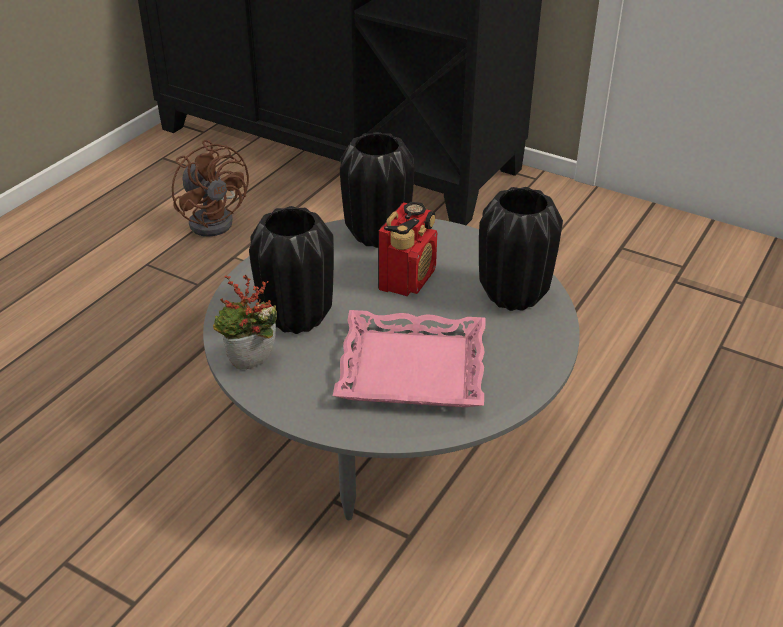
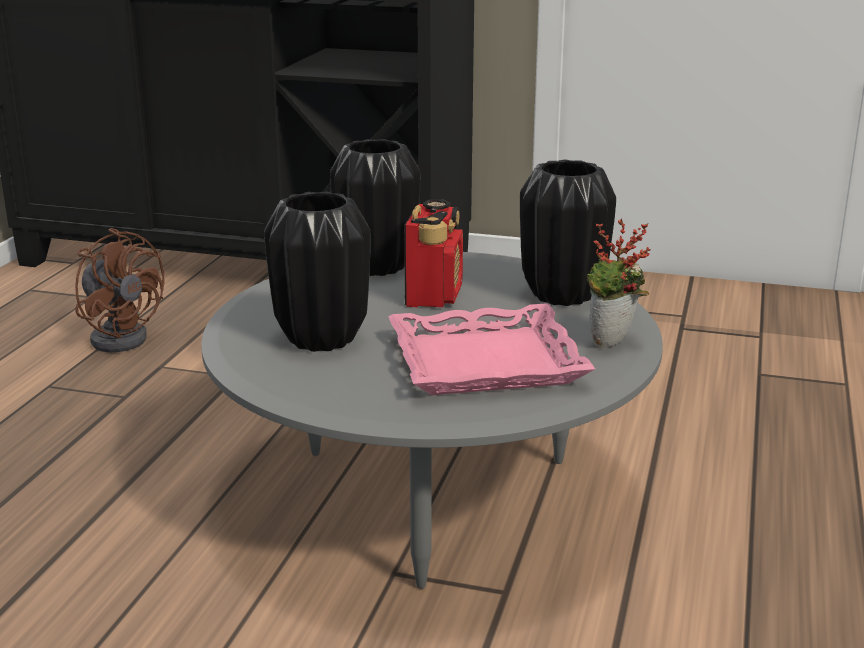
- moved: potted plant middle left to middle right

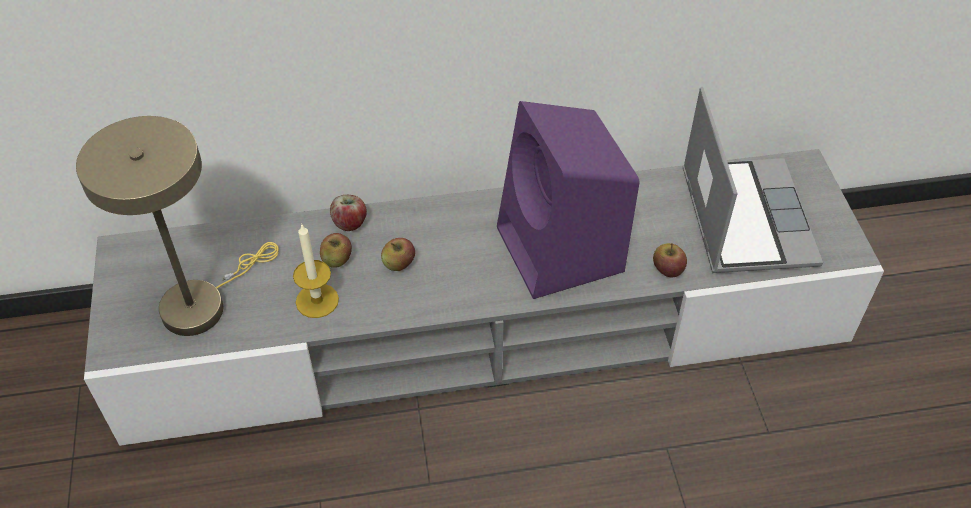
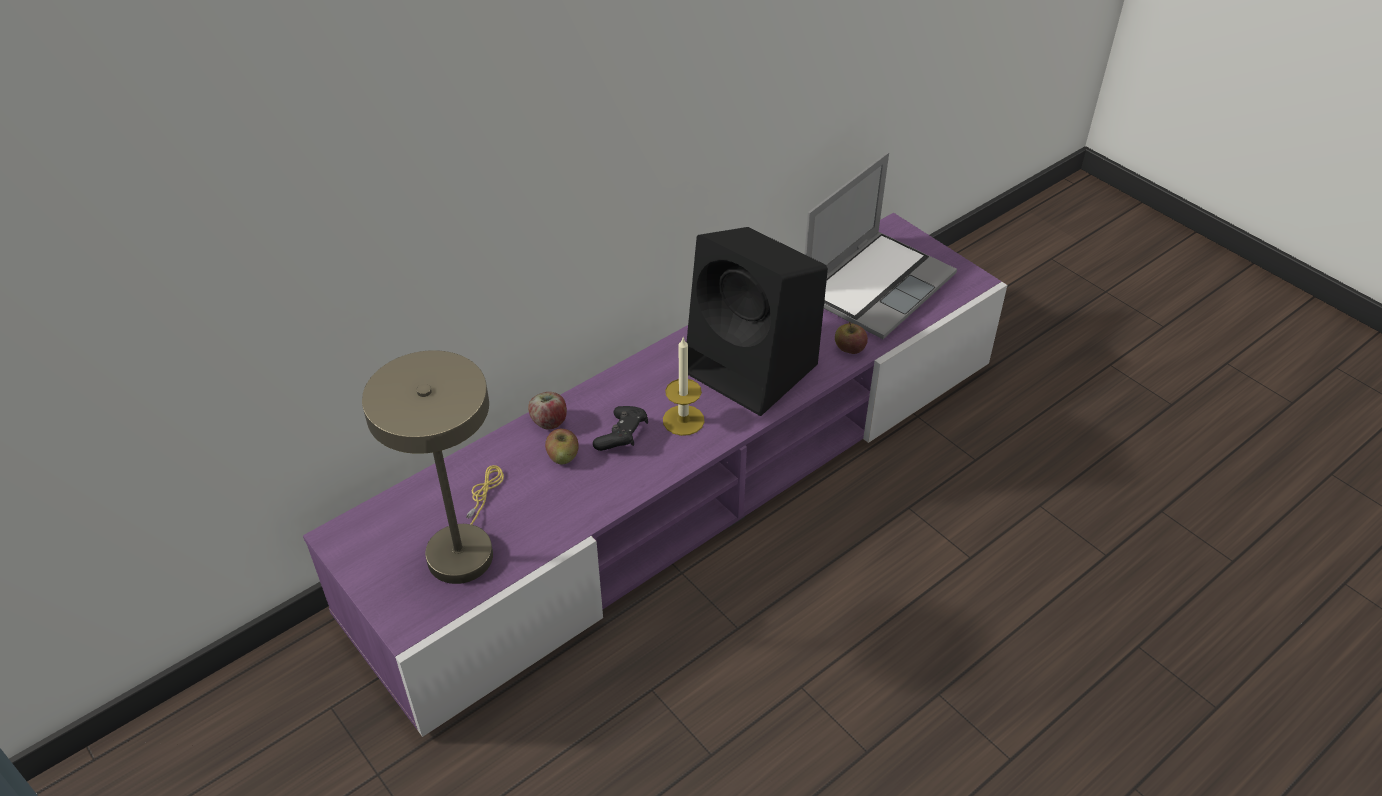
- moved: candle middle left to centre
- replaced: apple (3rd from left) centre to black game controller centre
- recoloured: grey tv stand centre to purple tv stand centre
- recoloured: purple speaker centre to black speaker centre
- turned: laptop middle right = top centre 75 degrees clockwise

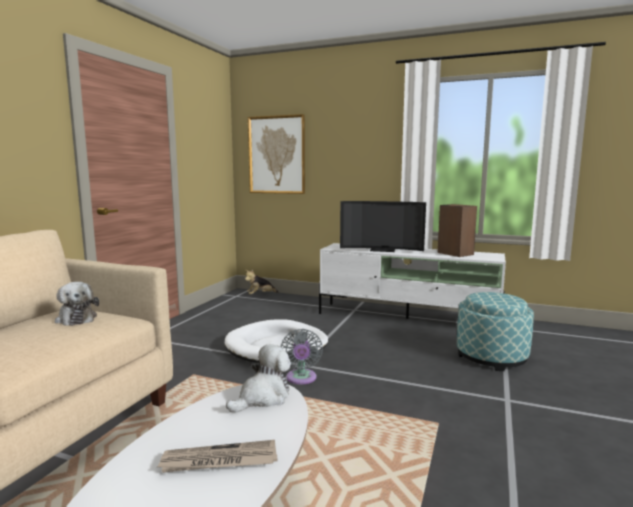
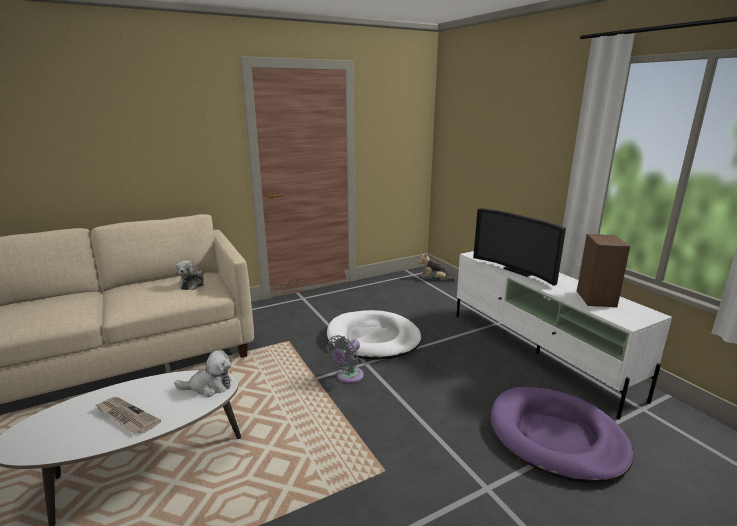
- removed: picture top centre
- replaced: ottoman middle right to purple dog bed bottom right

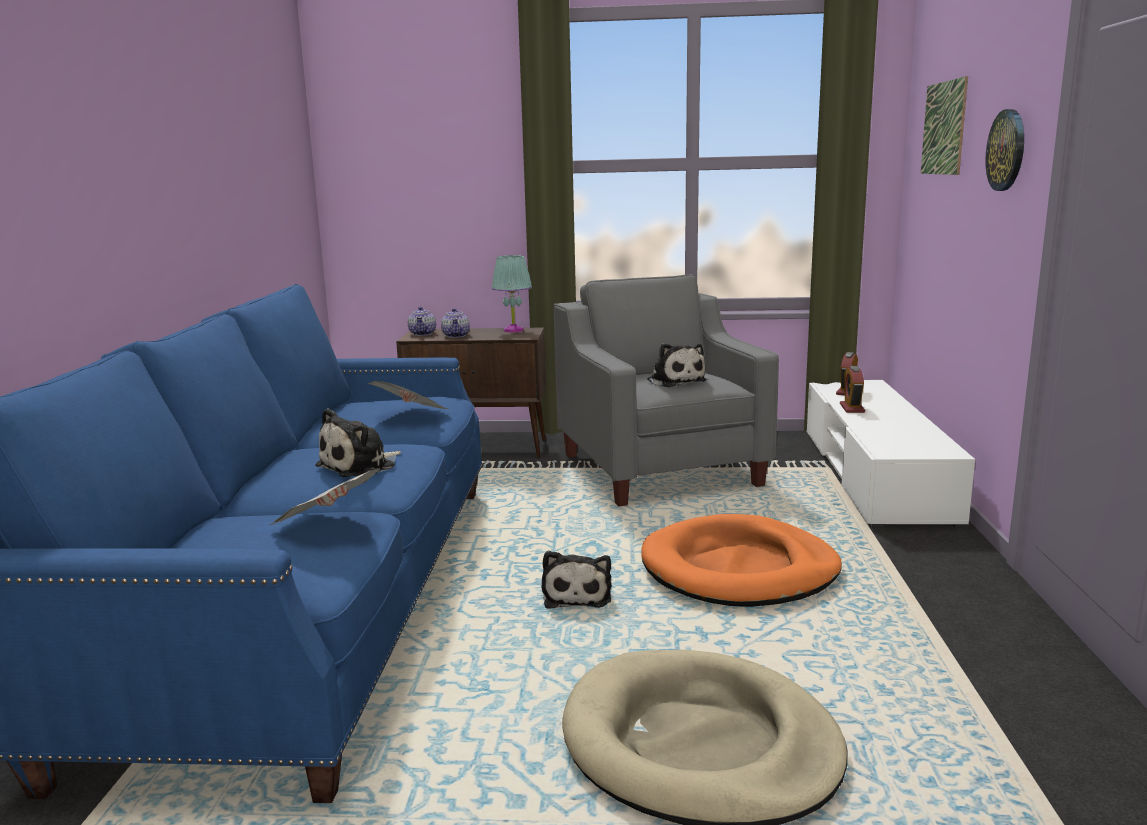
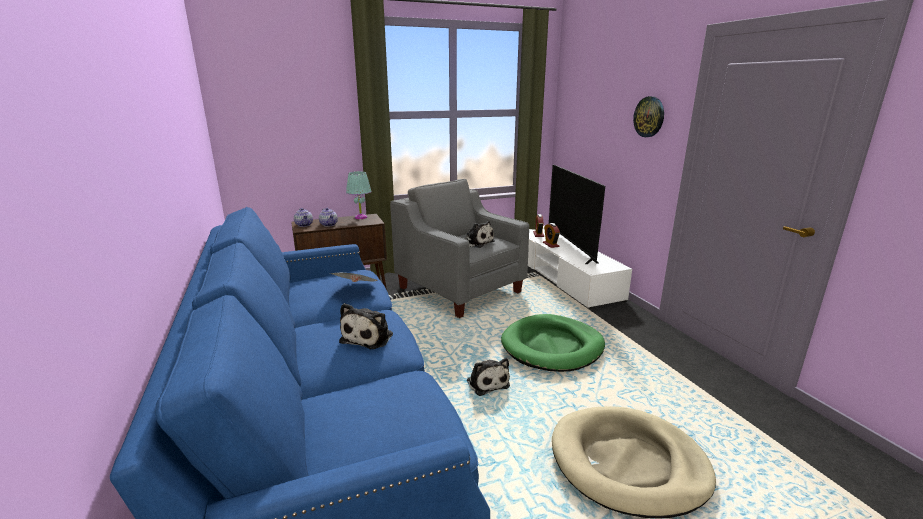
- removed: newspaper (1st from left) middle left
- removed: picture top right
- added: television centre
- recoloured: orange dog bed bottom centre to green dog bed centre

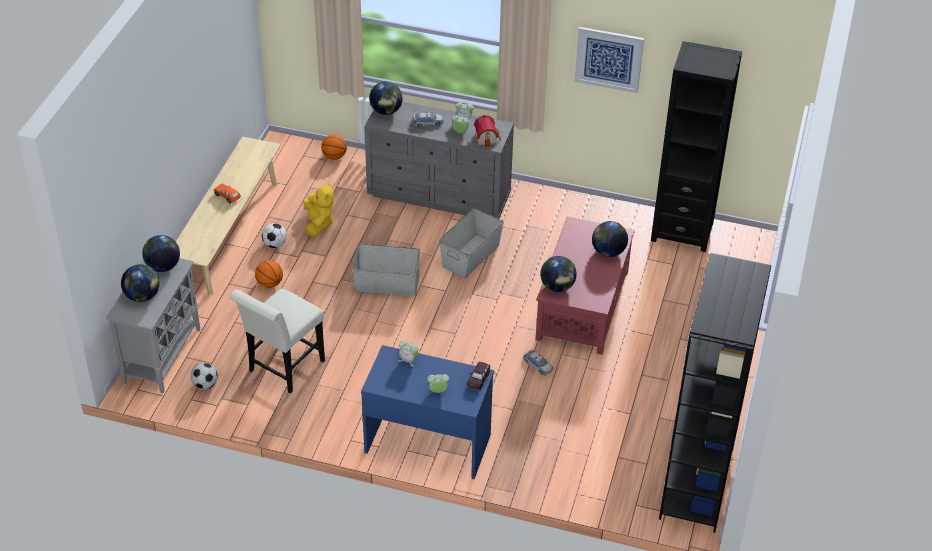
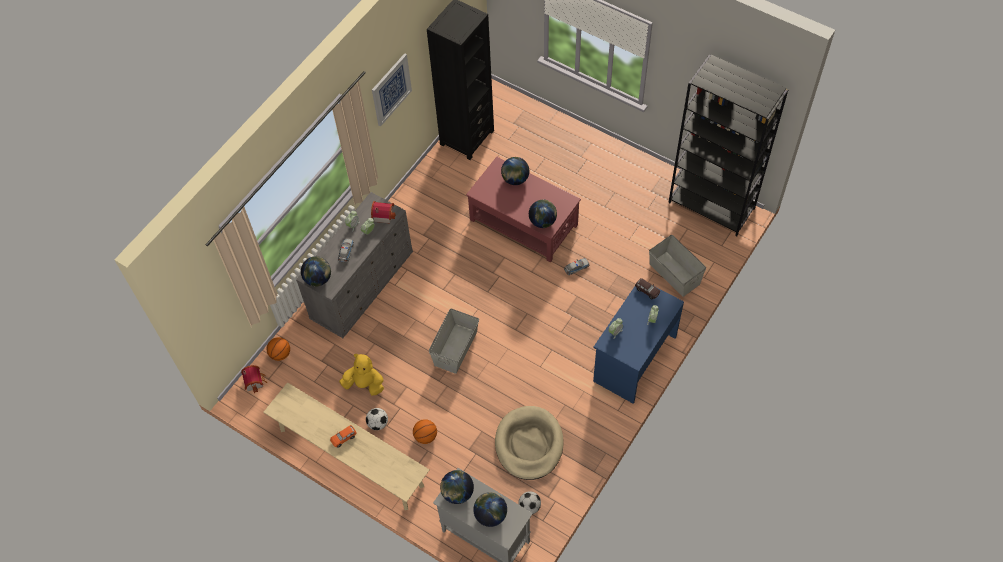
- added: toy house (1st from left) bottom left
- moved: grey storage box (2nd from left) centre to middle right
- replaced: white chair middle left to beige dog bed bottom centre

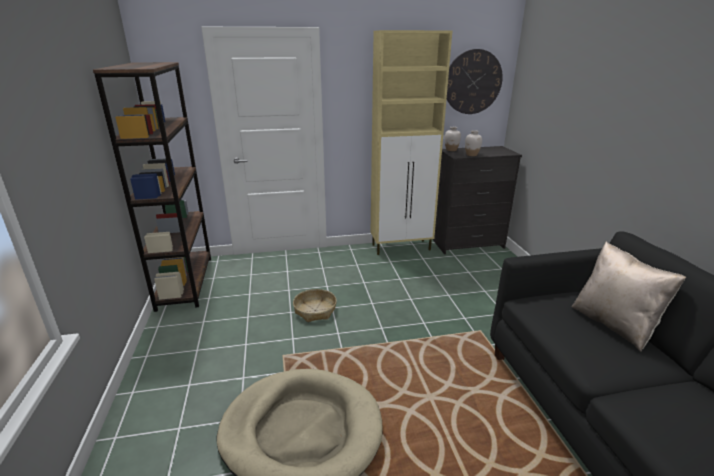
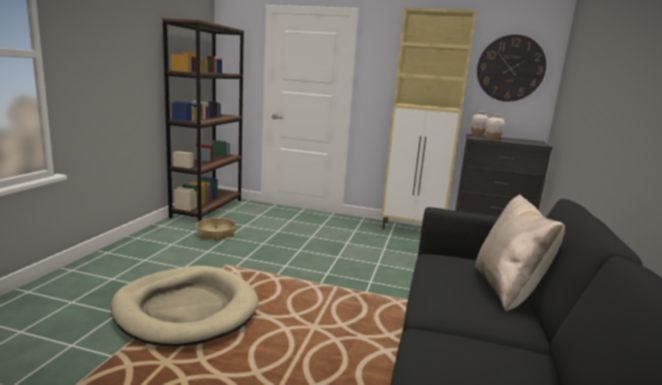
- moved: basket centre to middle left

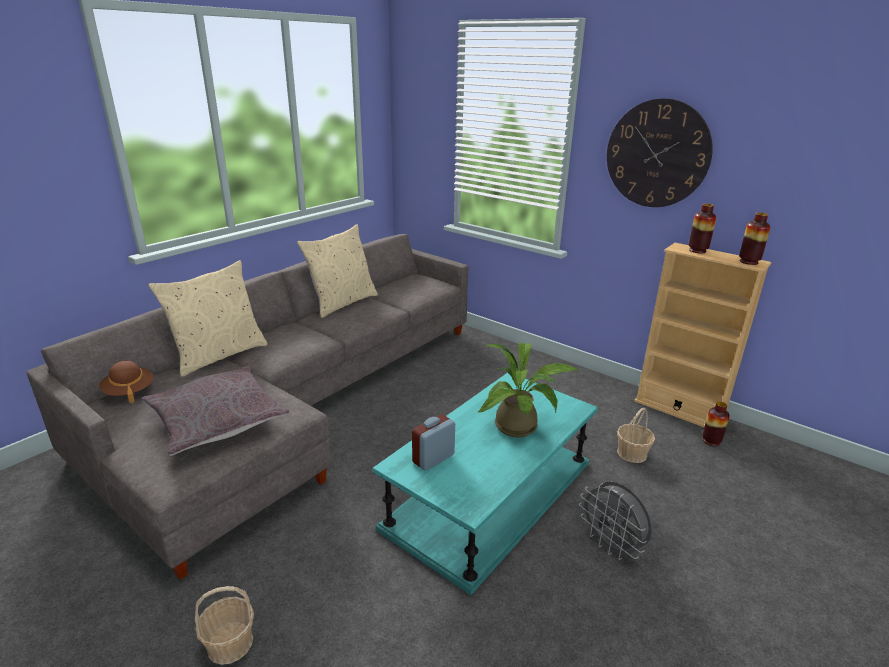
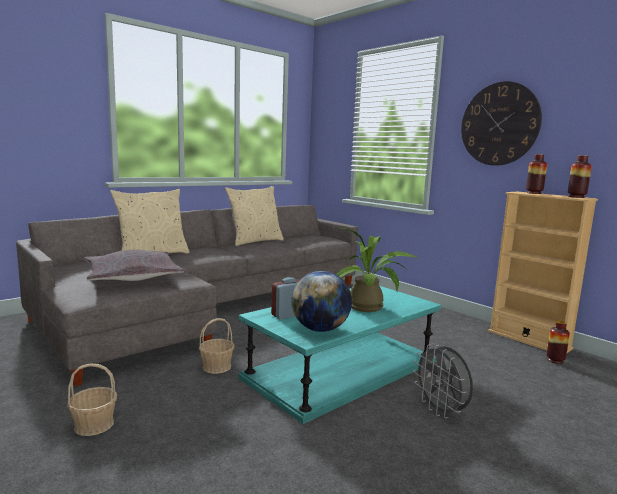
- removed: brown hat middle left
- added: globe centre
- moved: basket (2nd from left) middle right to bottom centre

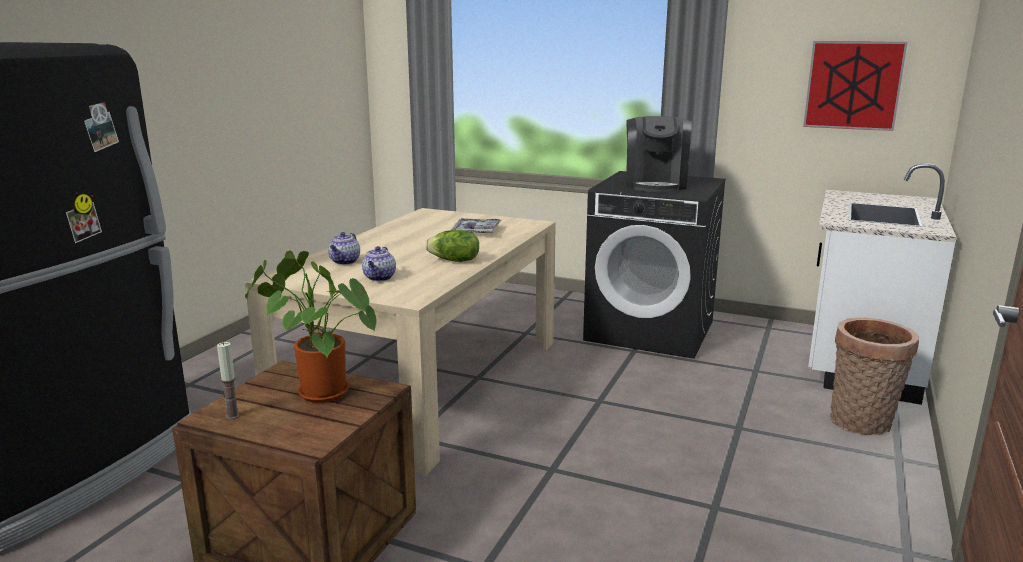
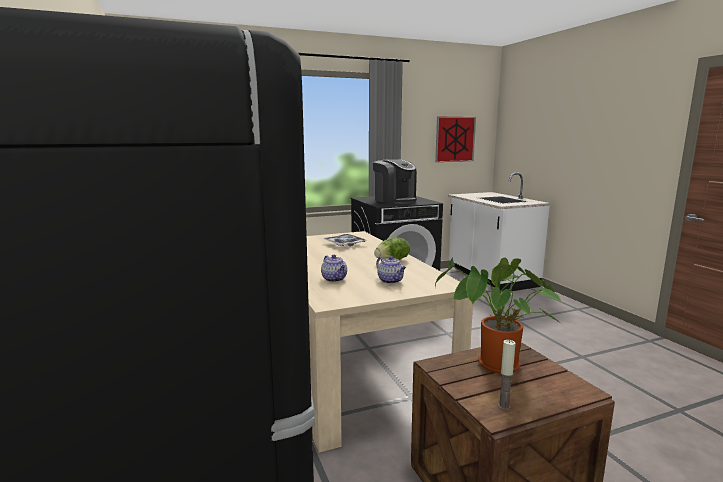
- removed: basket bottom right

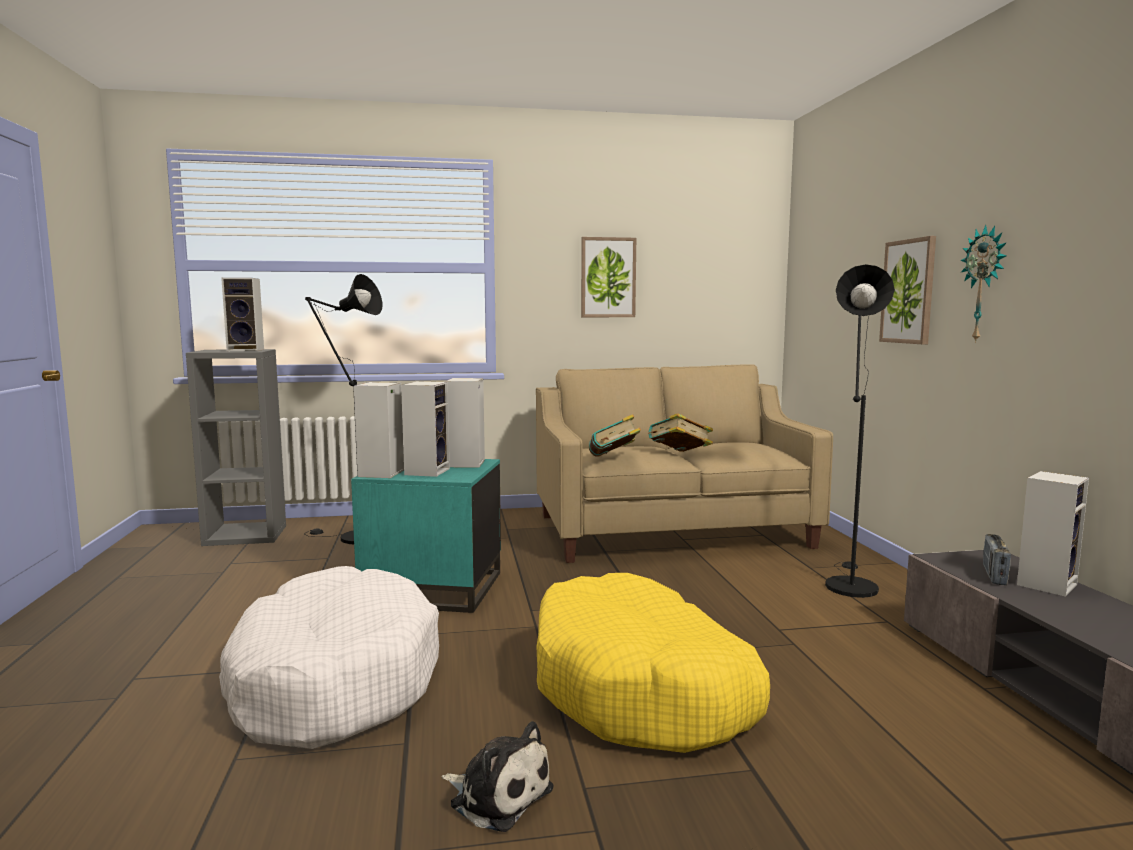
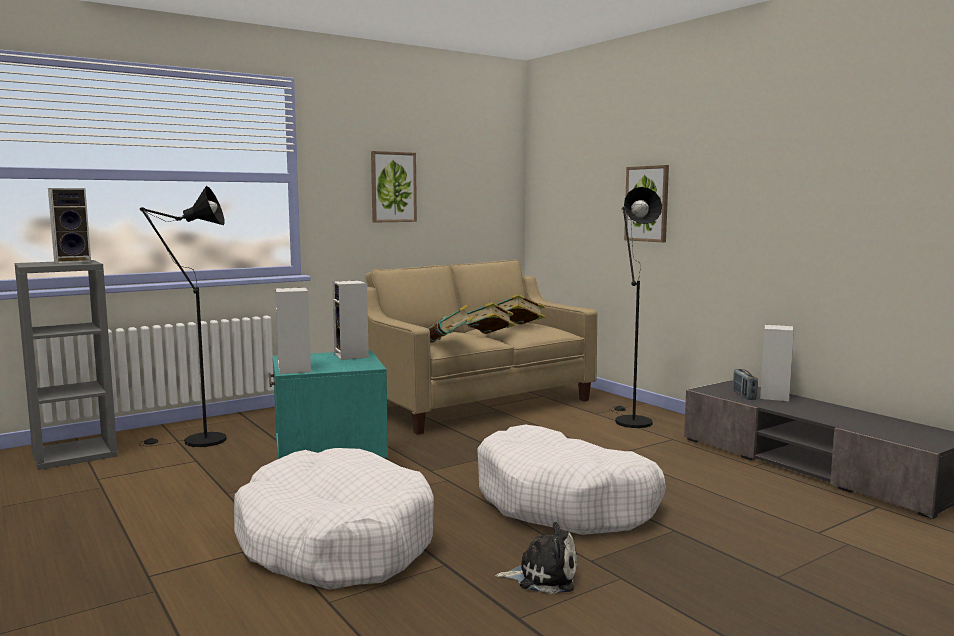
- removed: speaker (3rd from left) centre
- removed: wall clock middle right
- added: book (3rd from left) centre
- recoloured: yellow dog bed bottom centre to white dog bed (2nd from left) bottom centre

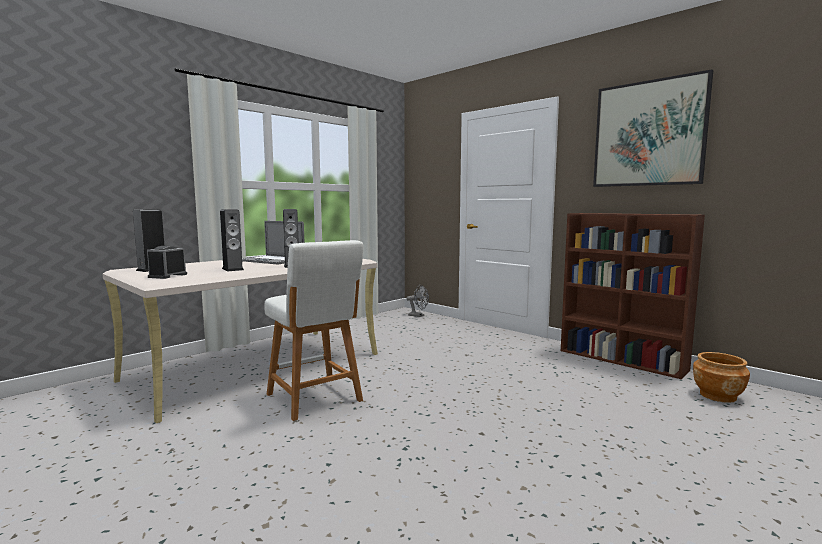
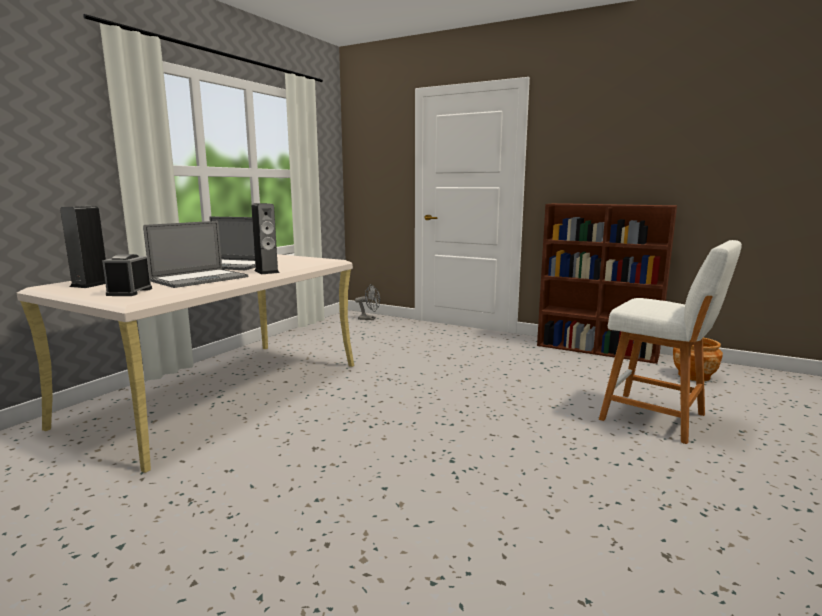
- removed: picture top right
- moved: white stool centre to middle right
- replaced: speaker (2nd from left) middle left to laptop (1st from left) middle left

